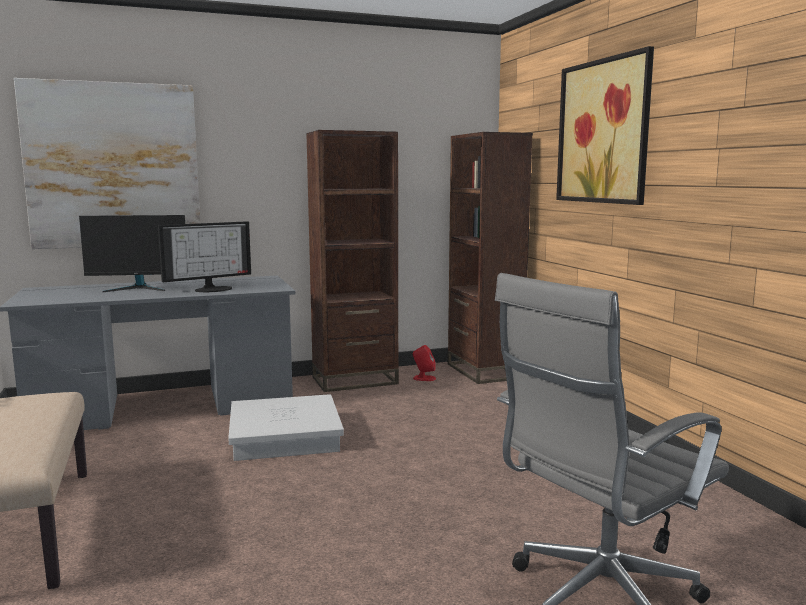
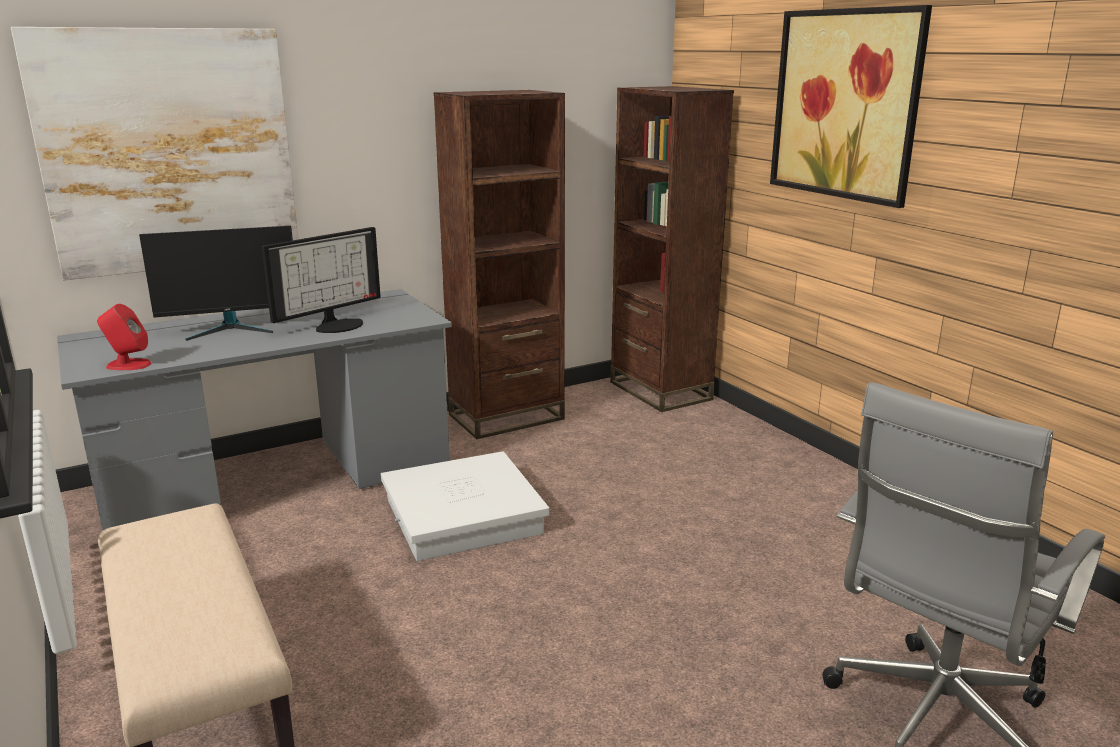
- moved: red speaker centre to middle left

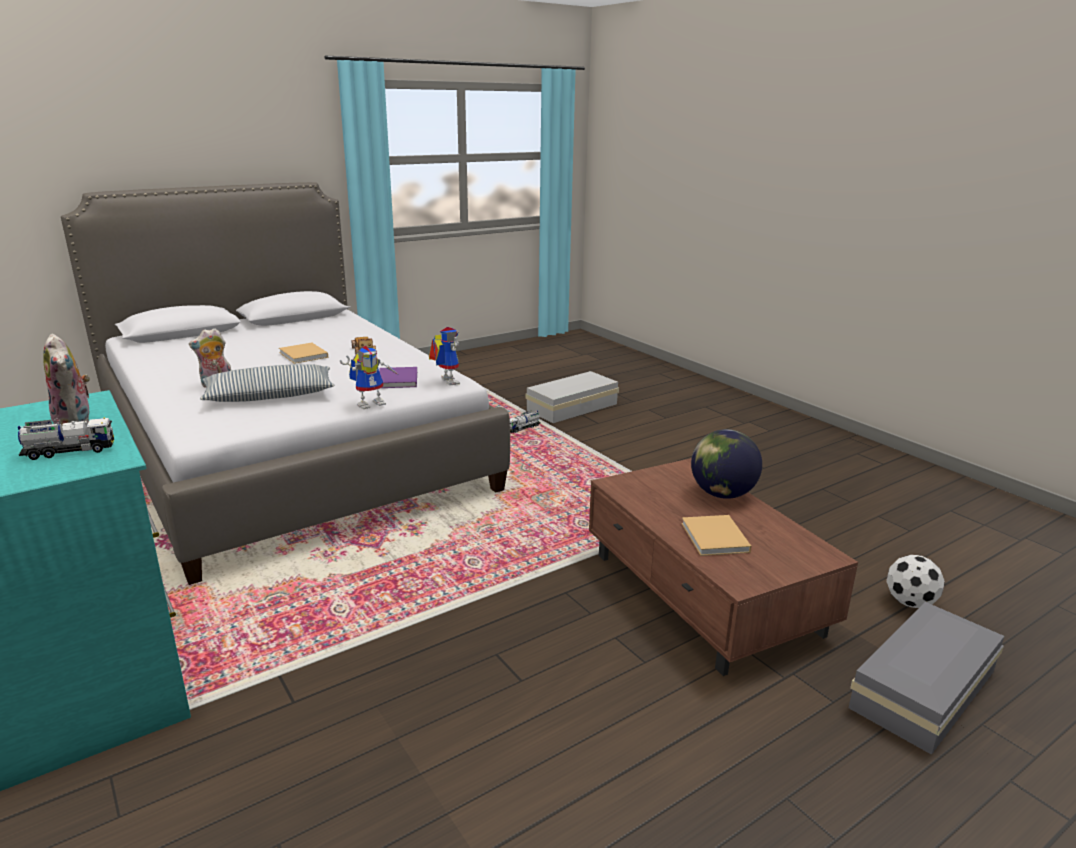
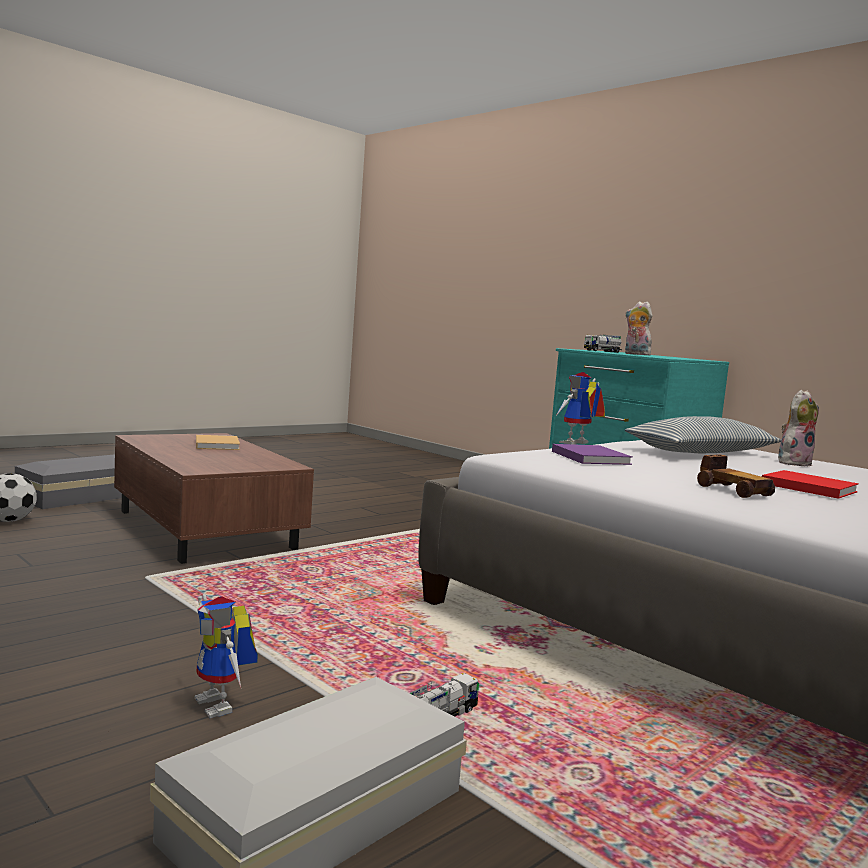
- removed: globe middle right
- moved: toy robot (2nd from left in the first image) centre to toy robot (1st from left) bottom left
- recoloured: beige book (1st from left) middle left to red book middle right

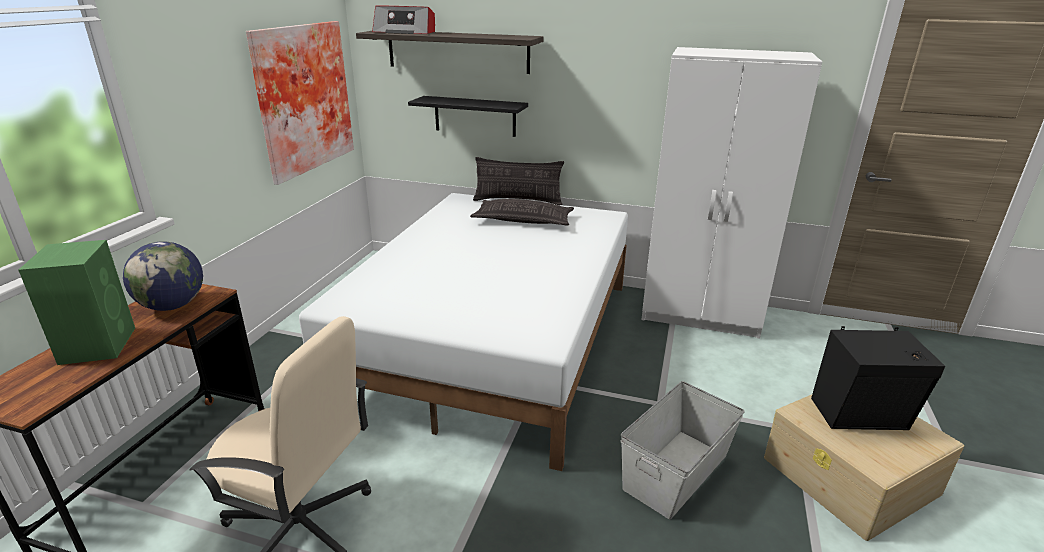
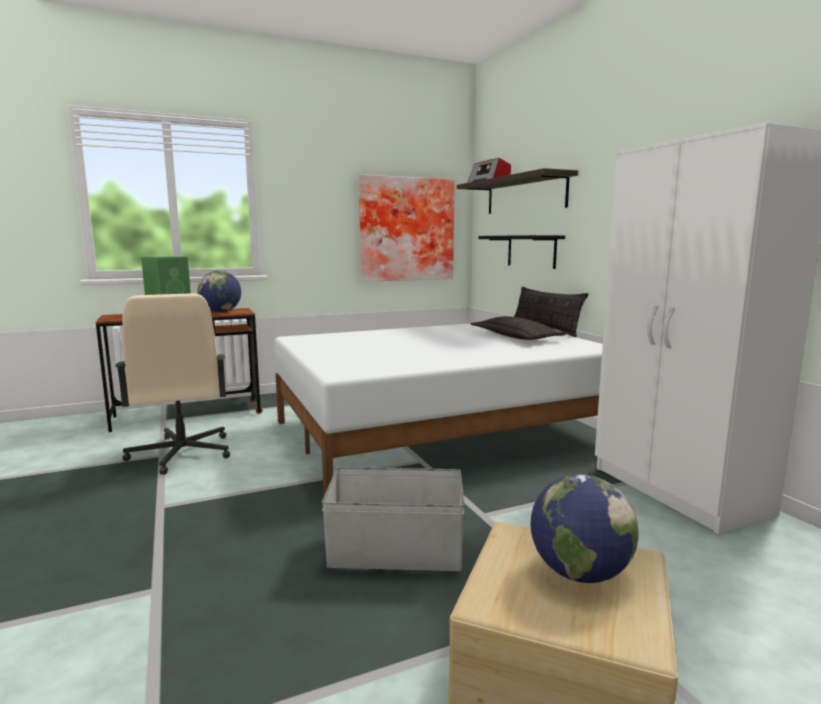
- replaced: black speaker bottom right to globe (2nd from left) bottom right

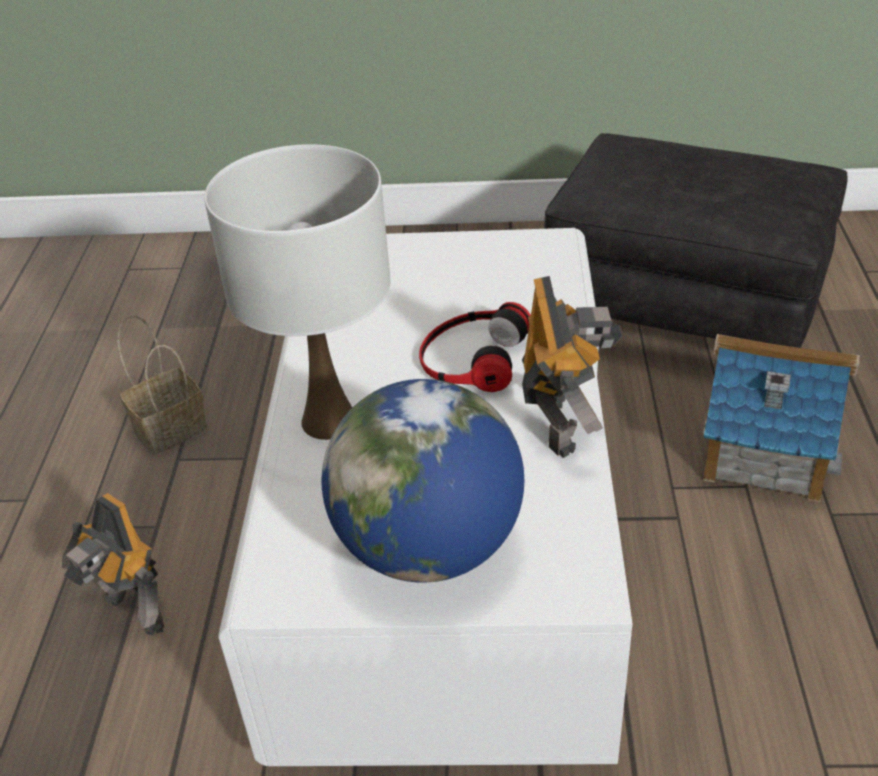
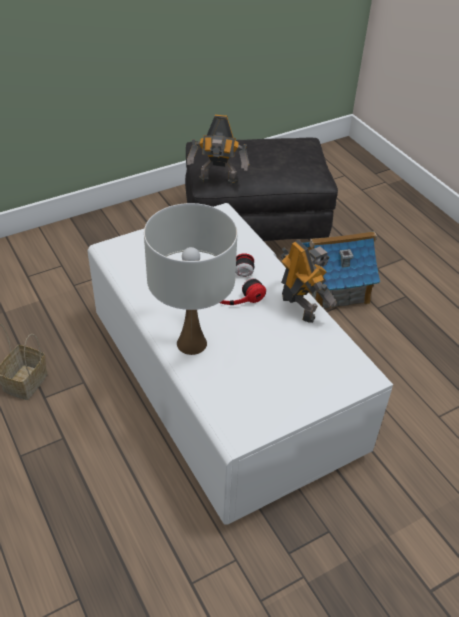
- removed: globe centre
- moved: toy robot (1st from left) bottom left to top centre

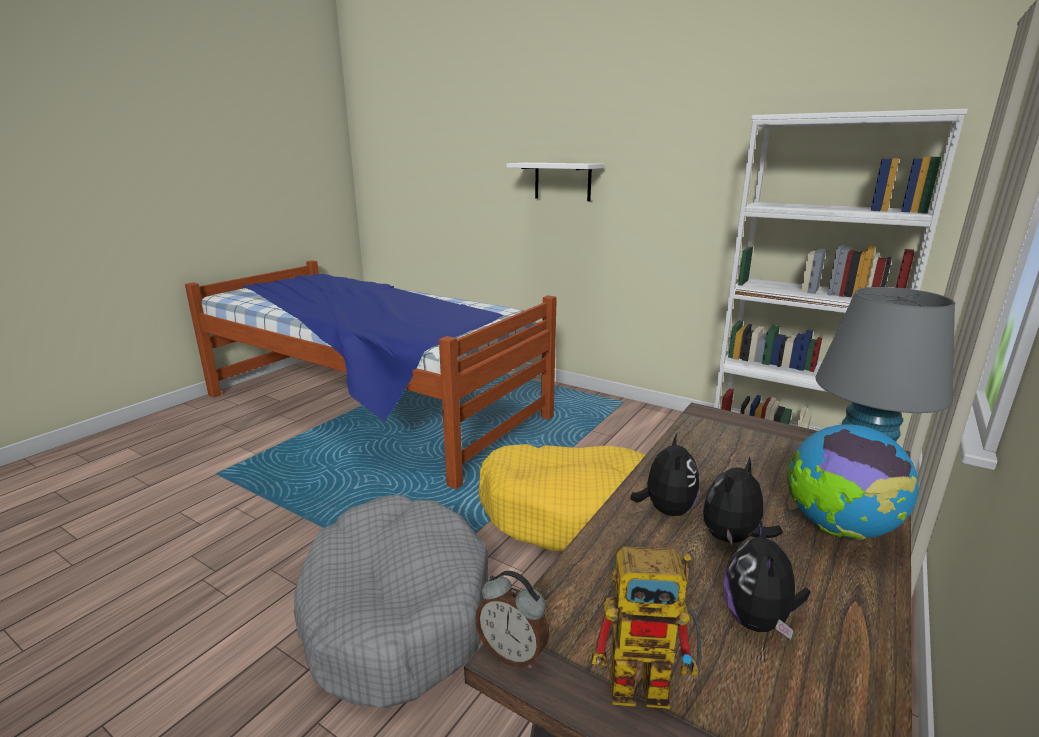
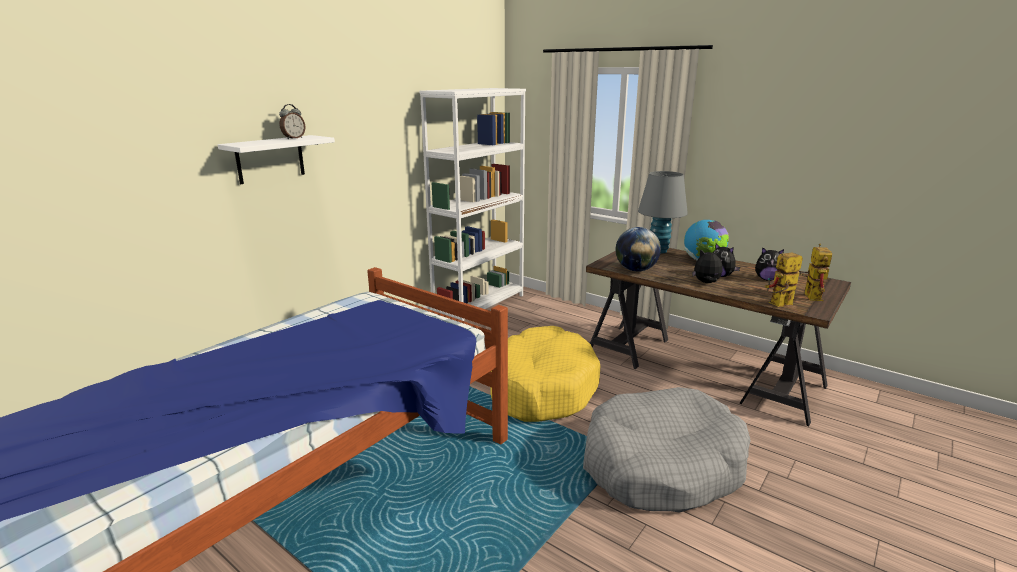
- added: globe (1st from left) centre
- added: toy robot (1st from left) middle right
- moved: alarm clock bottom centre to top left

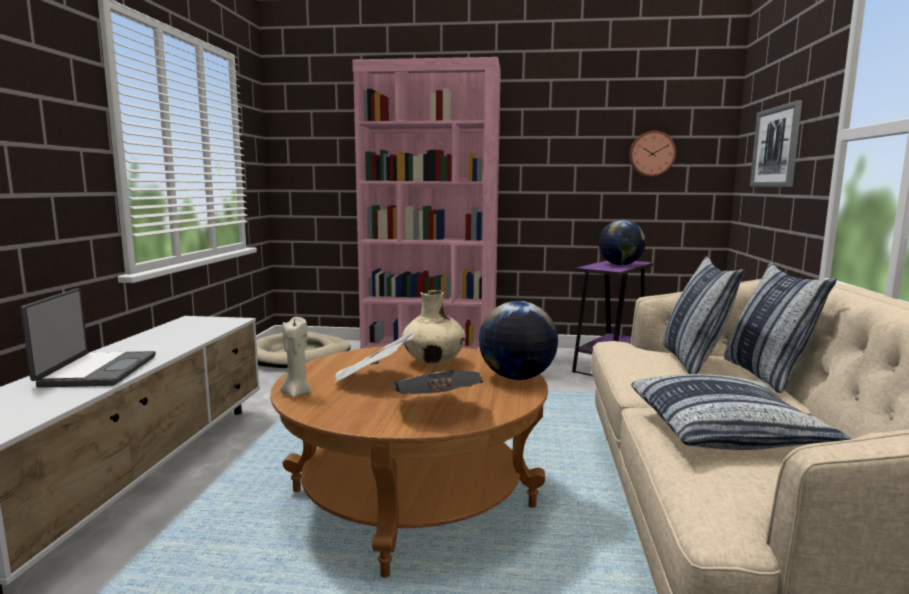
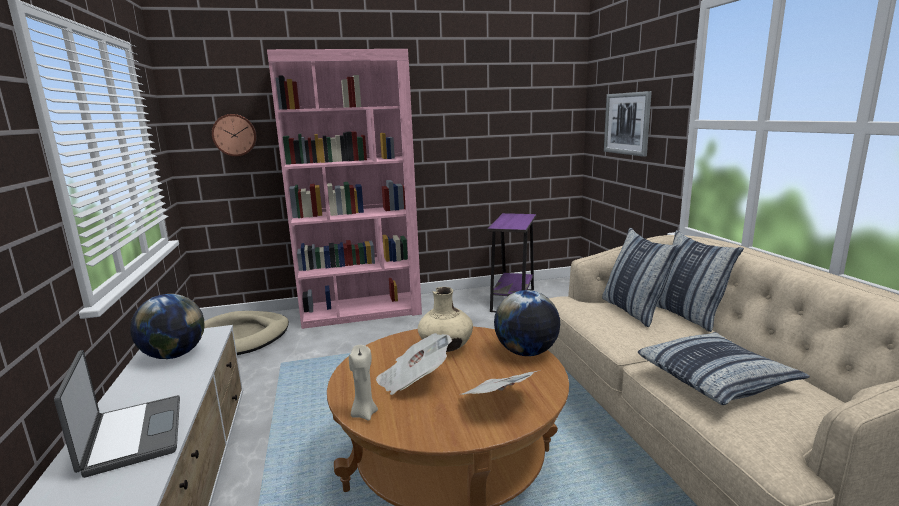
- moved: globe (2nd from left in the first image) middle right to globe (1st from left) middle left
- moved: wall clock top right to top left

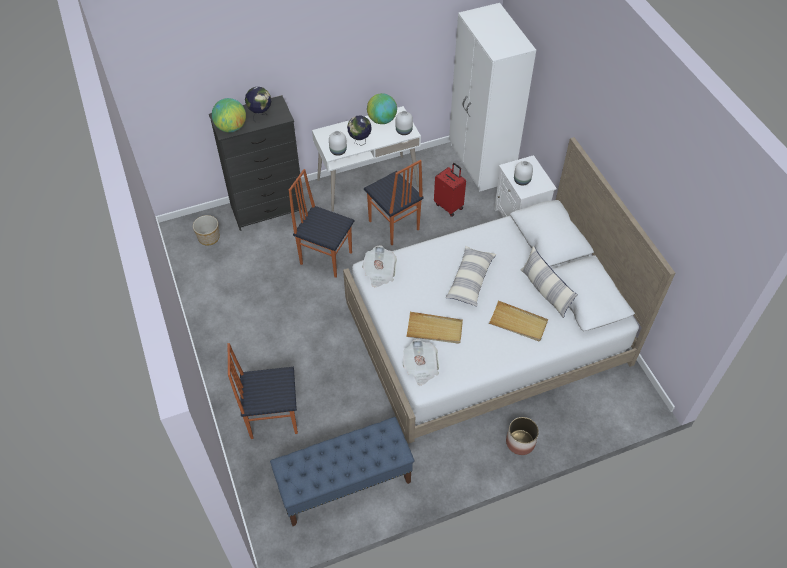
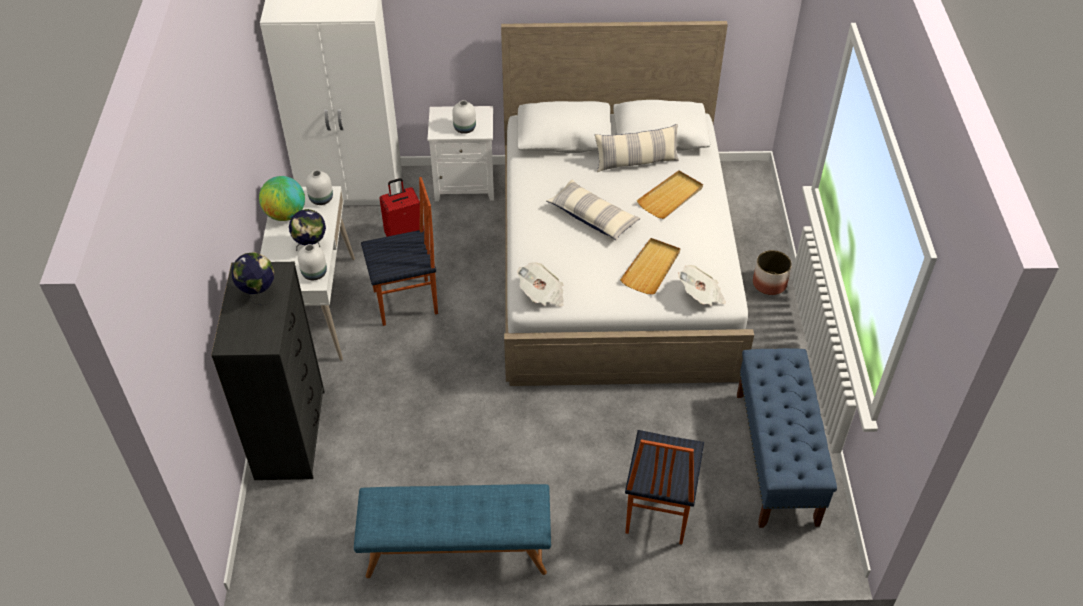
- removed: planter (1st from left) middle left
- removed: globe (1st from left) top left
- removed: chair (2nd from left) centre
- added: blue bench (1st from left) bottom centre

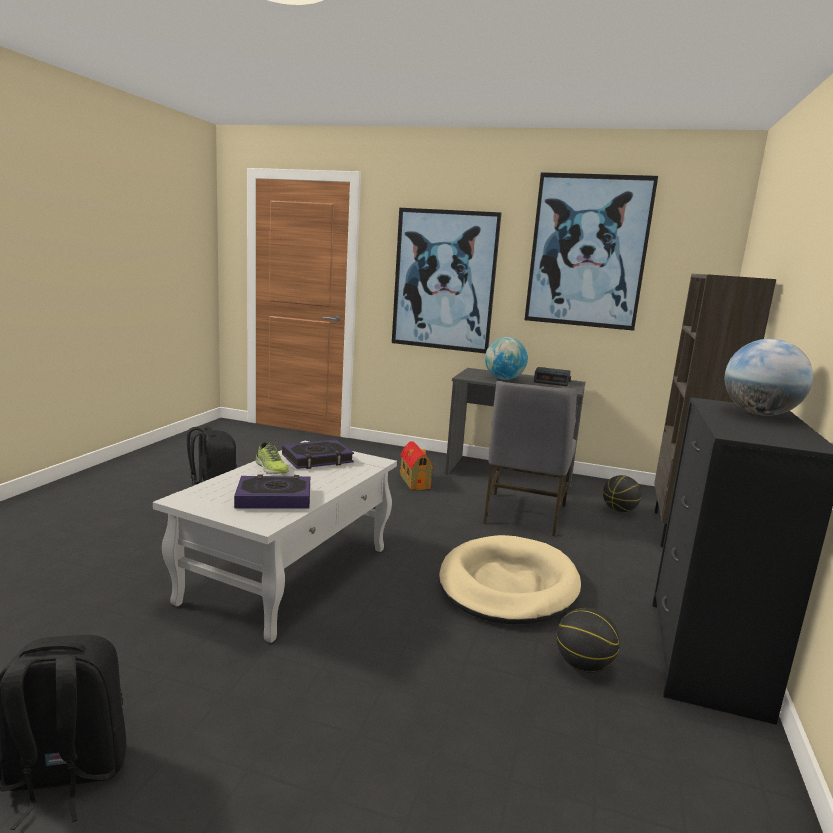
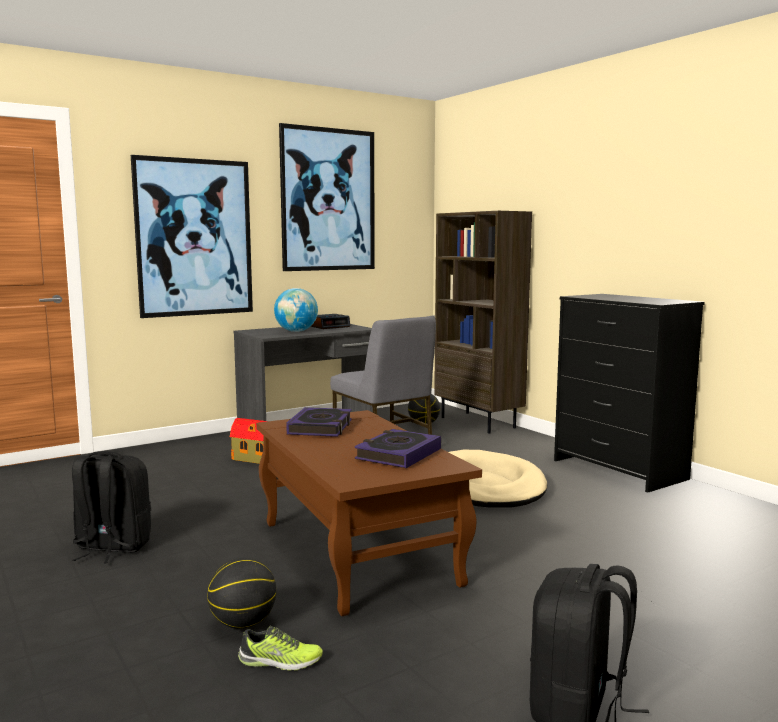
- removed: globe (2nd from left) middle right
- moved: shoe middle left to bottom centre
- moved: basketball (1st from left) bottom right to bottom left
- recoloured: white coffee table middle left to brown coffee table bottom centre

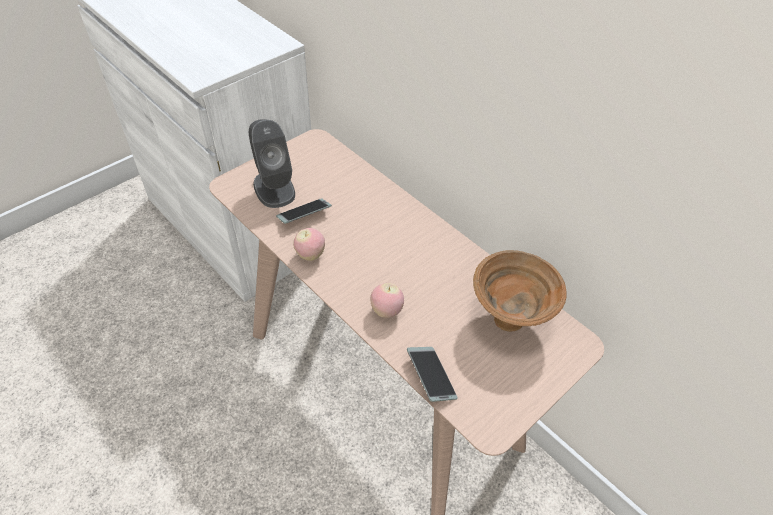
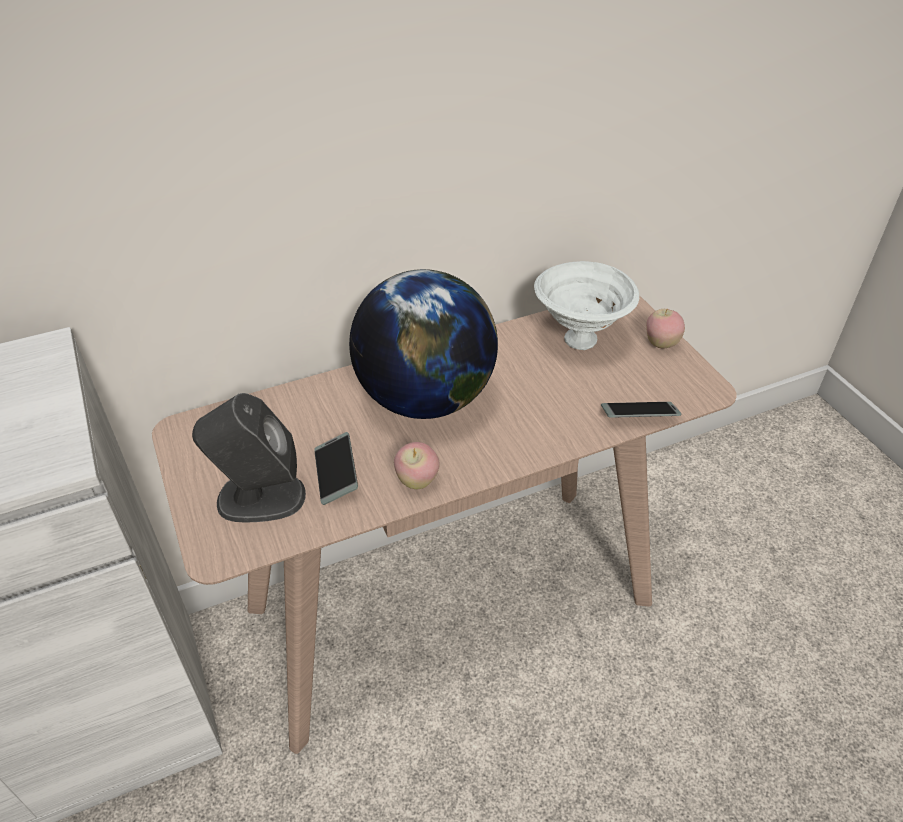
- added: globe centre
- moved: apple (2nd from left) centre to middle right
- recoloured: brown bowl middle right to white bowl centre

